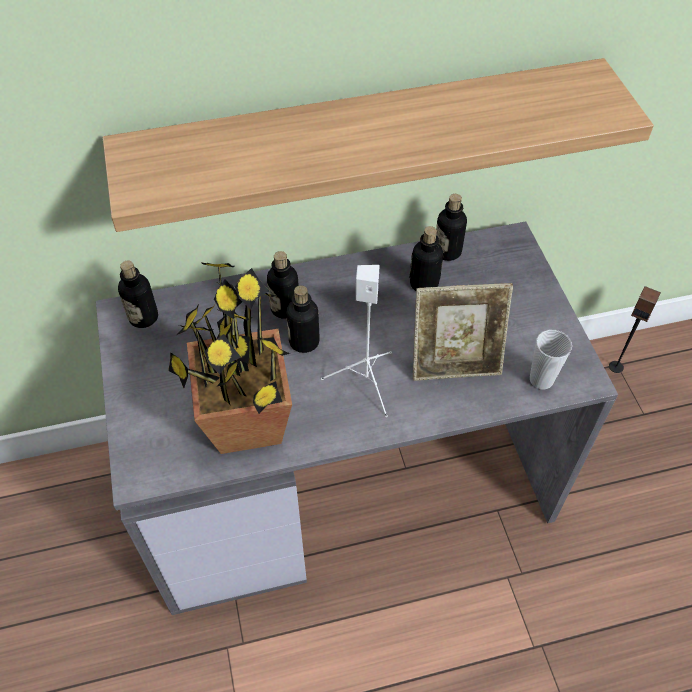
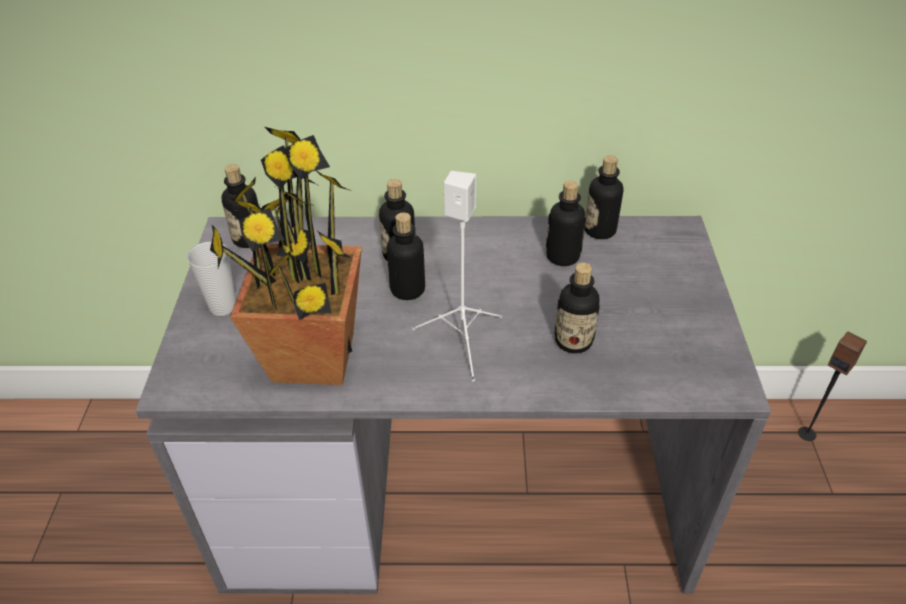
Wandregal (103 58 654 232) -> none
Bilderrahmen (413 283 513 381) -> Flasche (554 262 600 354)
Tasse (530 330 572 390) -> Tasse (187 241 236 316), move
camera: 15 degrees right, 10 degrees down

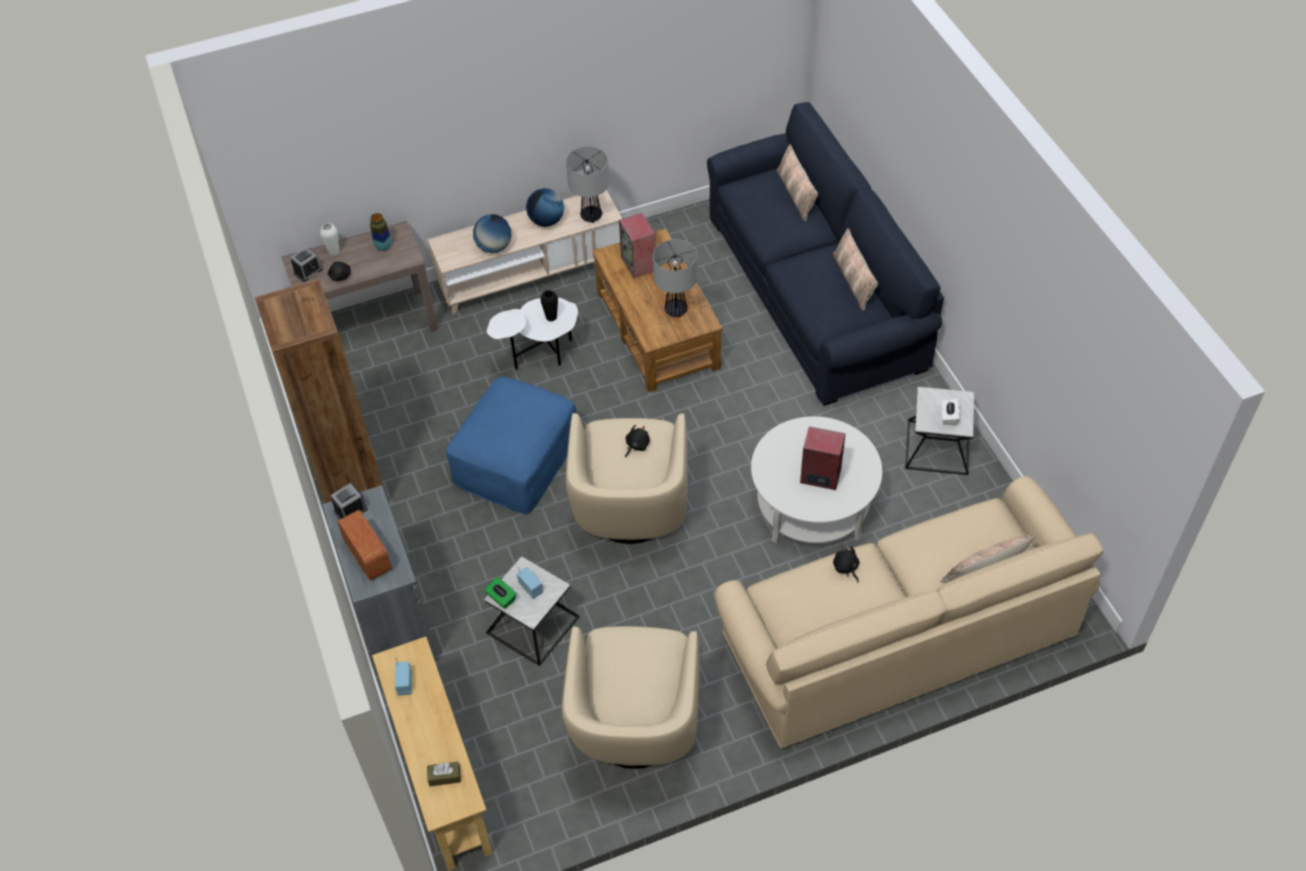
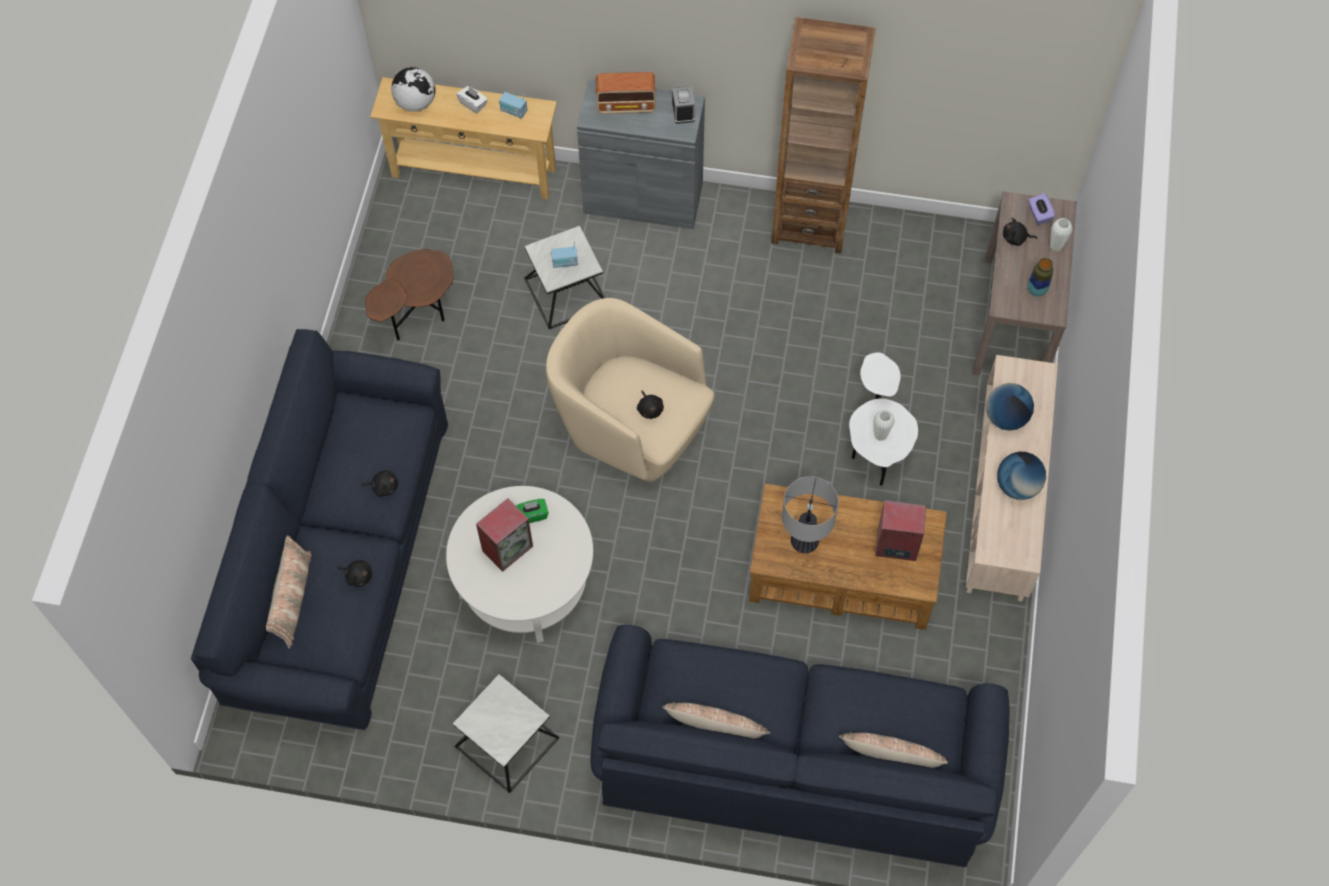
Wecker (290 247 323 282) -> Taschentuchbox/lila (1029 193 1055 225)
Taschentuchbox/braun (427 761 461 786) -> Globus (391 67 435 112)
Polsterhocker/blau (446 377 576 514) -> none
Taschentuchbox/grün (485 577 516 609) -> Taschentuchbox/grün (516 499 549 523), move
Vase/schwarz (541 290 558 322) -> Vase/weiß (874 410 895 441)
Sessel/beige (562 626 700 769) -> Beistelltisch/braun (365 249 454 340)
Tischlampe (566 146 609 223) -> none
Sofa/beige (714 476 1104 748) -> Sofa/blau (191 329 448 730)
Taschentuchbox/weiß (942 398 960 426) -> Taschentuchbox/weiß (456 86 488 114), move
none -> Plüschtier/schwarz (337 560 372 587)
camera: 120 degrees right, 10 degrees up

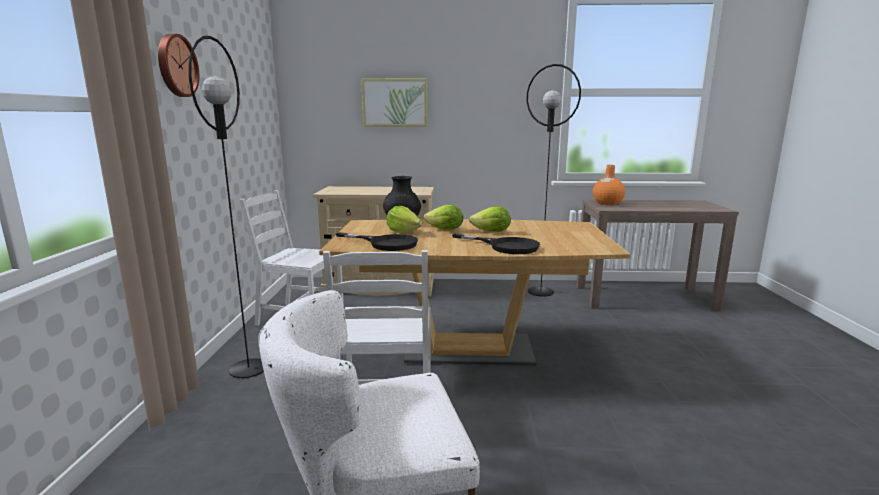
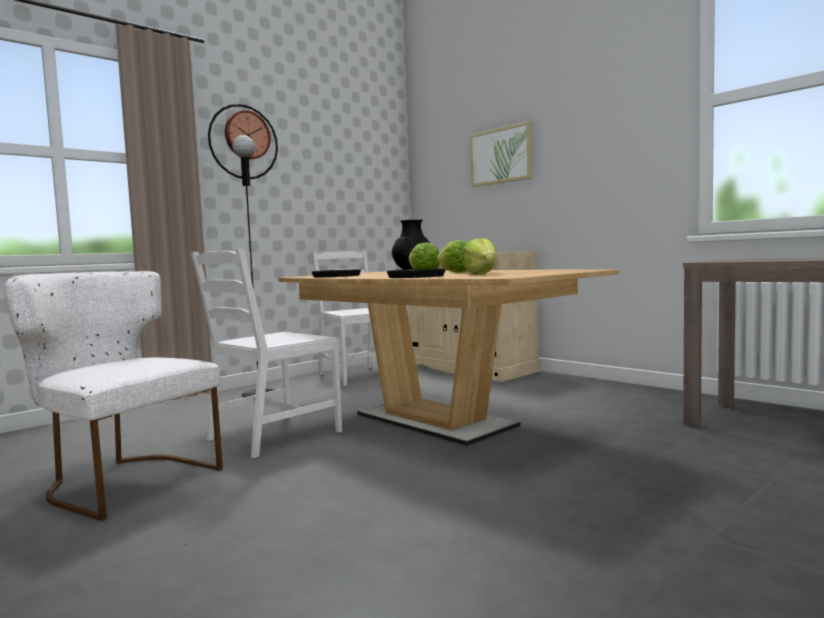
Salatkopf (387 206 422 234) -> Salatkopf (463 238 497 275), move
Stehlampe/schwarz (526 64 581 297) -> none
Vase/orange (593 165 626 205) -> none
camera: 45 degrees right, 10 degrees down

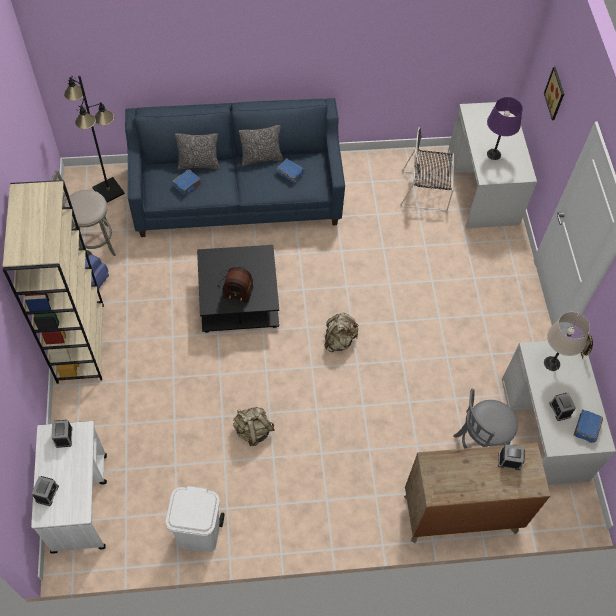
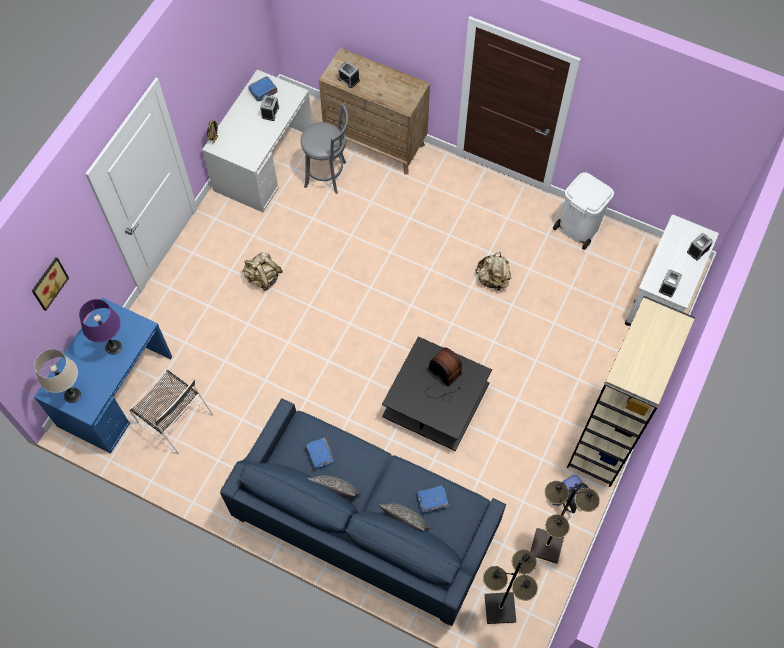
Hocker/grau (51 170 116 256) -> Stehlampe/schwarz (531 481 600 564)
Rucksack/beige (324 313 359 352) -> Rucksack/beige (243 252 282 291), move
Schreibtisch/weiß (448 102 537 228) -> Schreibtisch/blau (34 298 172 454)
Tischlampe/beige (544 312 590 371) -> Tischlampe/beige (34 349 81 403), move
camera: 145 degrees left, 5 degrees up

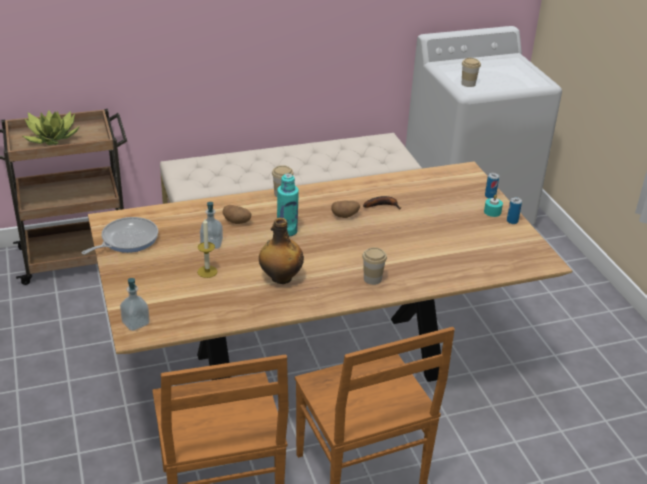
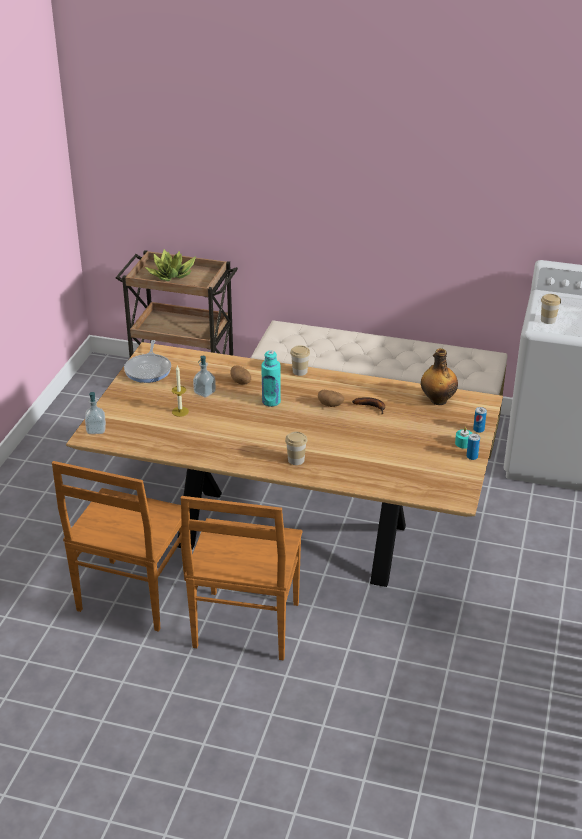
Pfanne (81 217 158 254) -> Pfanne (124 340 171 383), 105 degrees clockwise
Flasche (259 218 304 284) -> Flasche (421 348 458 405), move
camera: 35 degrees right, 0 degrees up

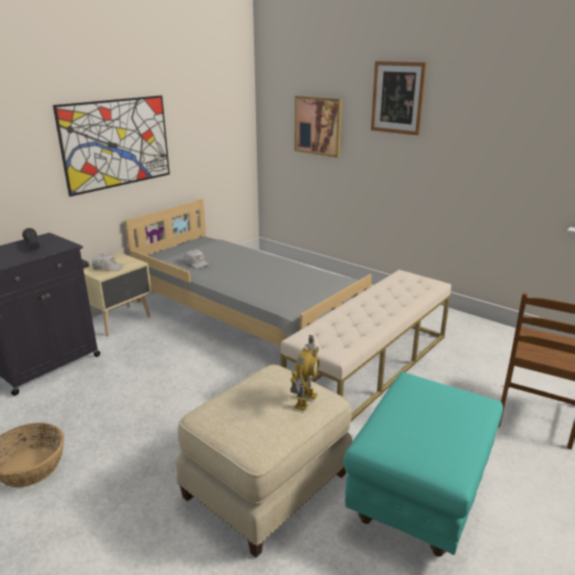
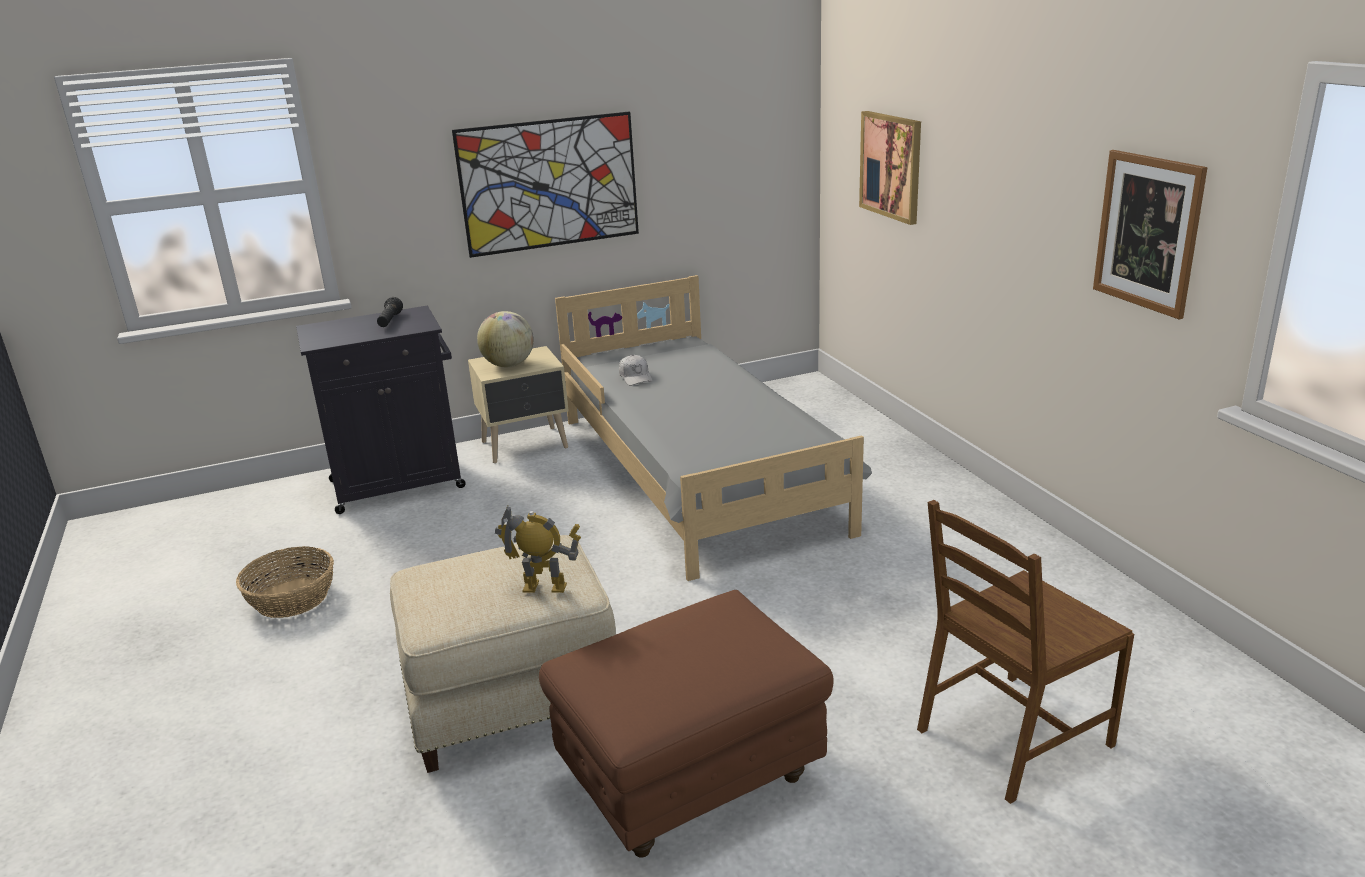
Kappe/weiß (92 253 124 271) -> Globus (477 311 534 367)
Bank/beige (280 270 451 421) -> none
Spielzeugroboter (290 335 320 410) -> Spielzeugroboter (495 506 581 593), 135 degrees counterclockwise
Polsterhocker/türkis (344 372 503 557) -> Polsterhocker/braun (539 590 834 858)
Bild (371 61 427 135) -> Bild (1093 150 1208 320), move
camera: 30 degrees right, 0 degrees up

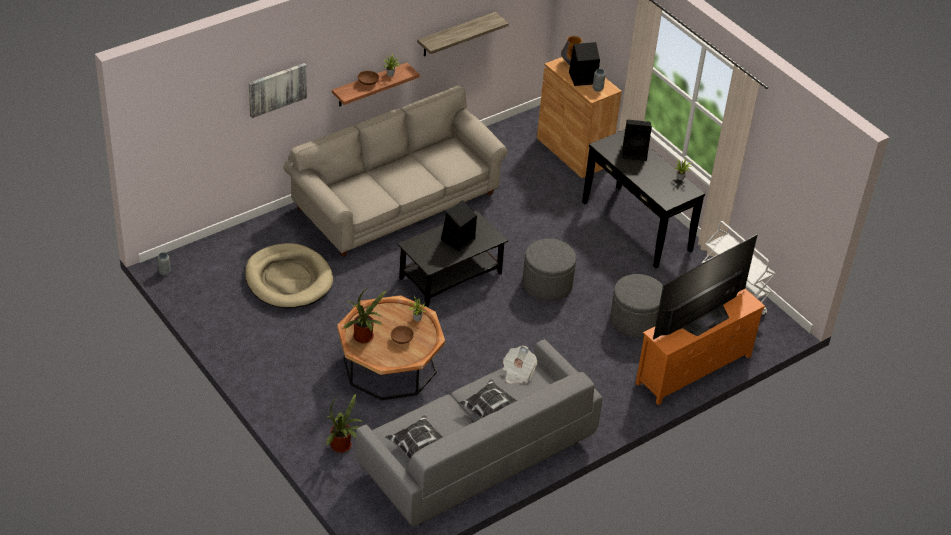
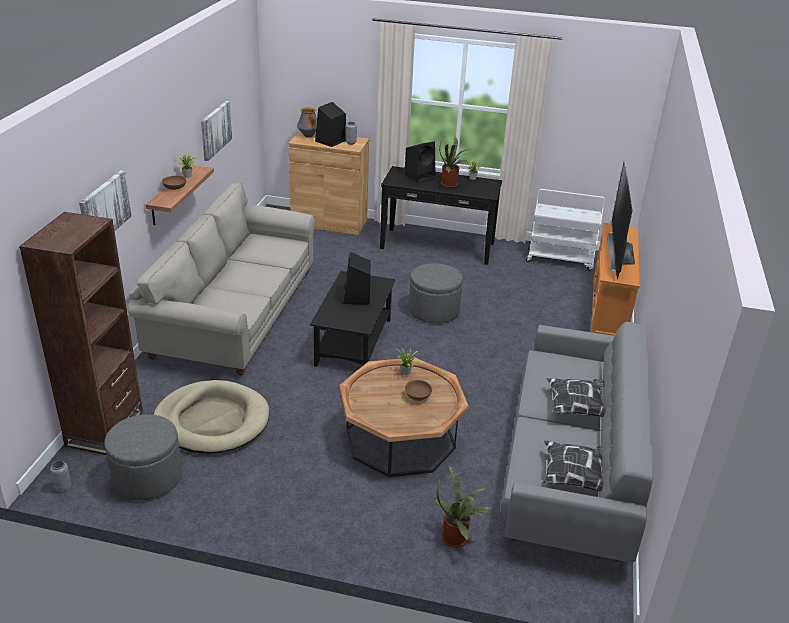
Topfpflanze (343 288 387 343) -> Topfpflanze (439 136 473 188), move
Wandregal (417 12 509 56) -> Bild (201 101 232 161)
Zeitung (503 346 537 383) -> none
Polsterhocker/grau (610 274 663 338) -> Polsterhocker/grau (104 414 182 501), move
none -> Bücherregal/braun (19 212 143 455)
camera: 40 degrees left, 10 degrees down

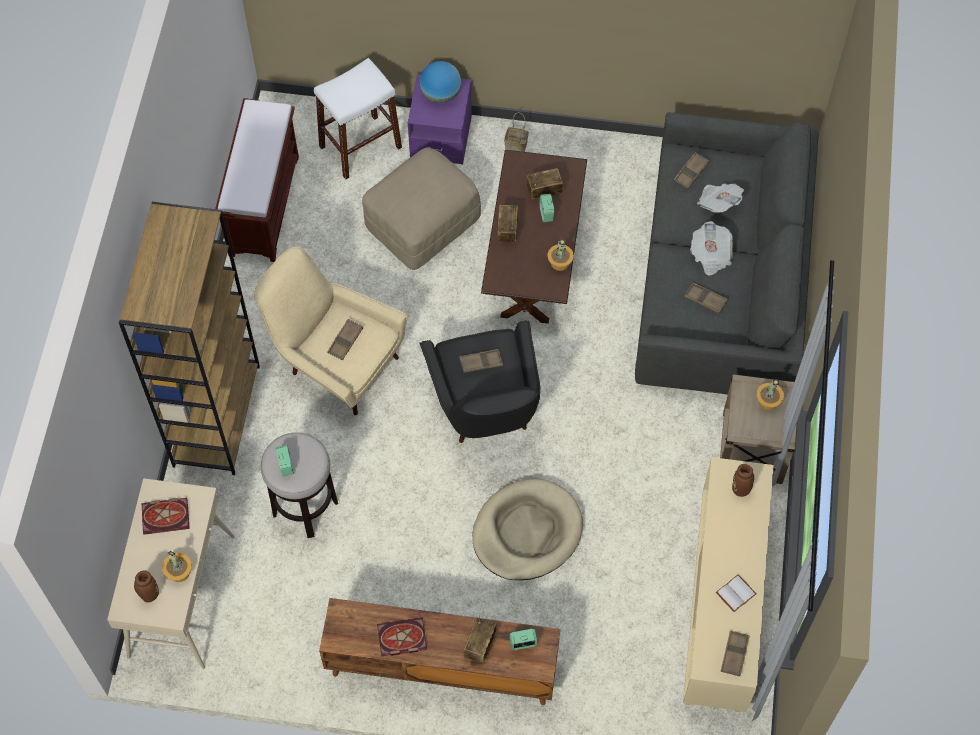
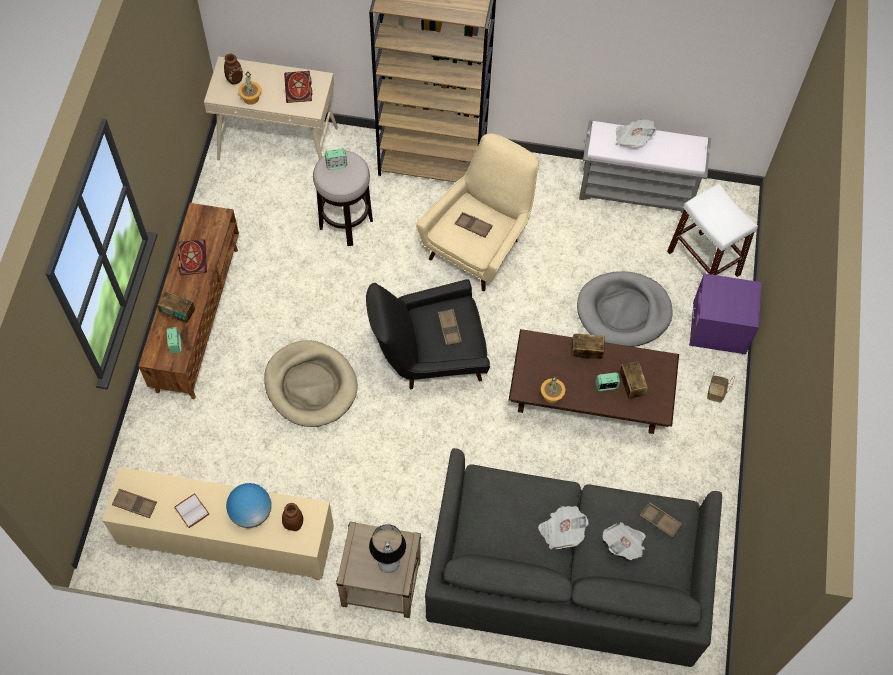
Bank/braun (215 98 299 262) -> Bank/grau (579 120 711 213)
Polsterhocker/beige (362 147 481 270) -> Hundebett/grau (577 271 673 347)
Globus (420 61 461 103) -> Globus (226 483 271 528), move
Tablett/braun (684 283 728 314) -> none
Topfpflanze (756 379 784 410) -> Tischlampe (369 524 406 573)
none -> Zeitung (616 119 656 147)
camera: 90 degrees right, 0 degrees up

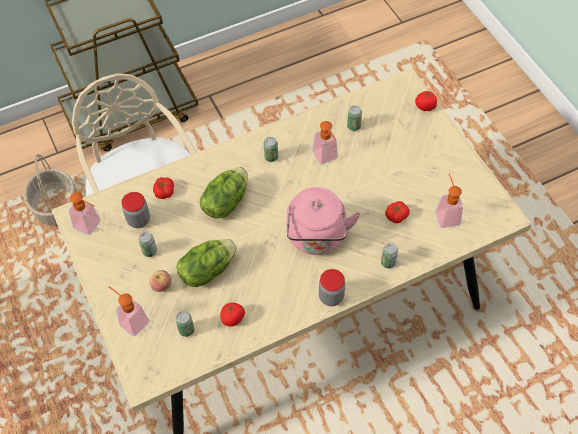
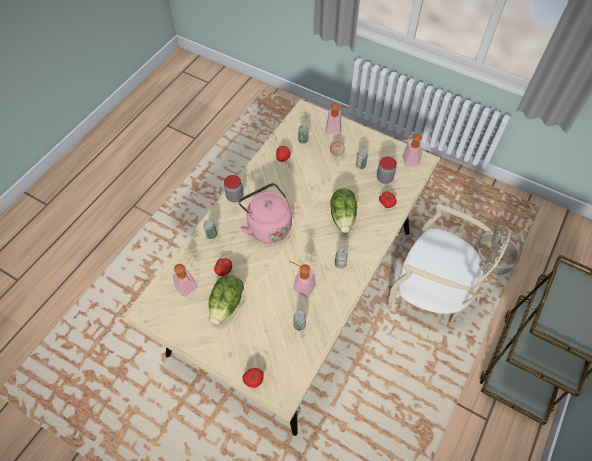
Salatkopf (176 239 237 287) -> Salatkopf (208 275 244 325), move
camera: 145 degrees right, 0 degrees up

